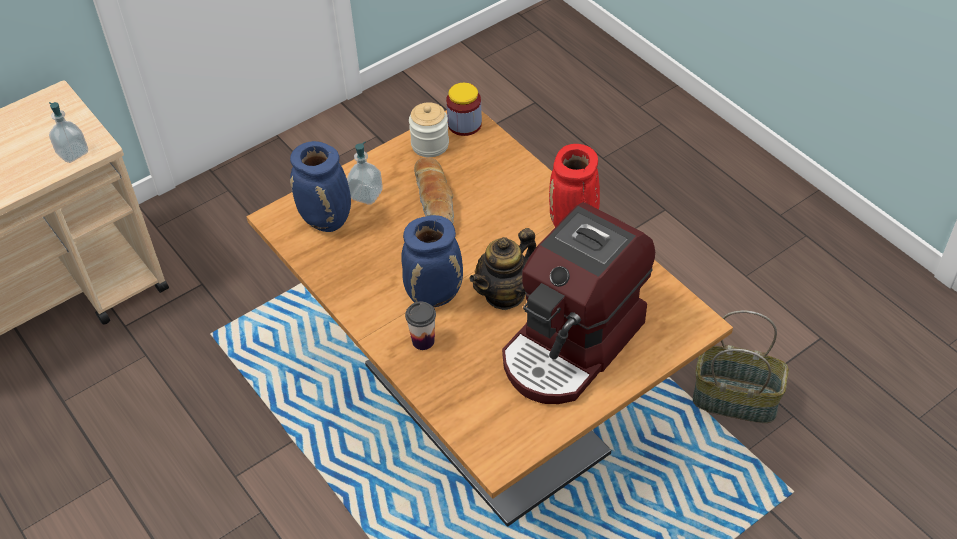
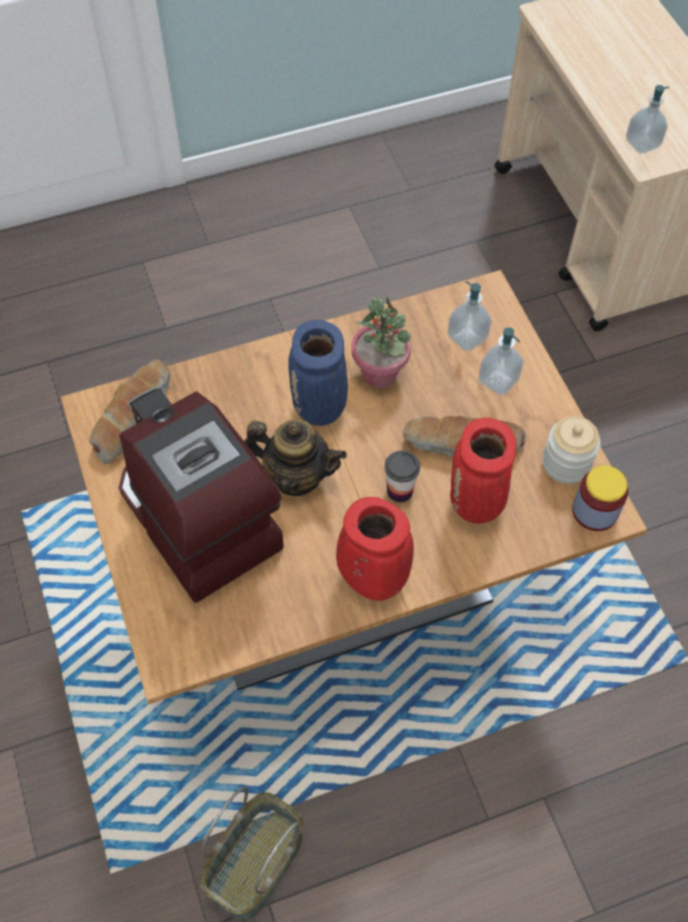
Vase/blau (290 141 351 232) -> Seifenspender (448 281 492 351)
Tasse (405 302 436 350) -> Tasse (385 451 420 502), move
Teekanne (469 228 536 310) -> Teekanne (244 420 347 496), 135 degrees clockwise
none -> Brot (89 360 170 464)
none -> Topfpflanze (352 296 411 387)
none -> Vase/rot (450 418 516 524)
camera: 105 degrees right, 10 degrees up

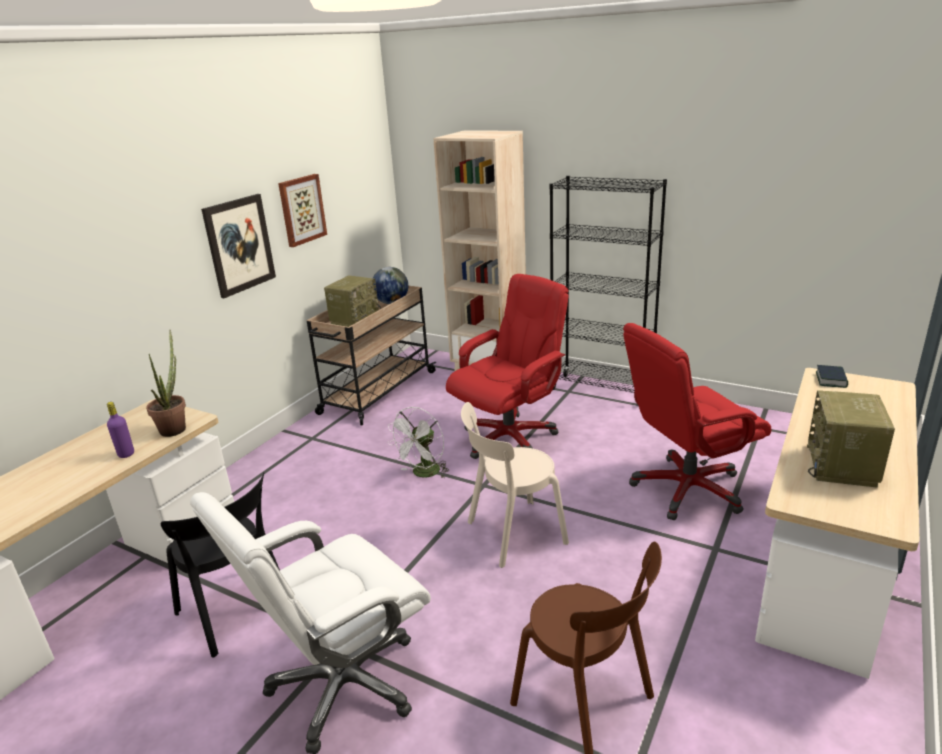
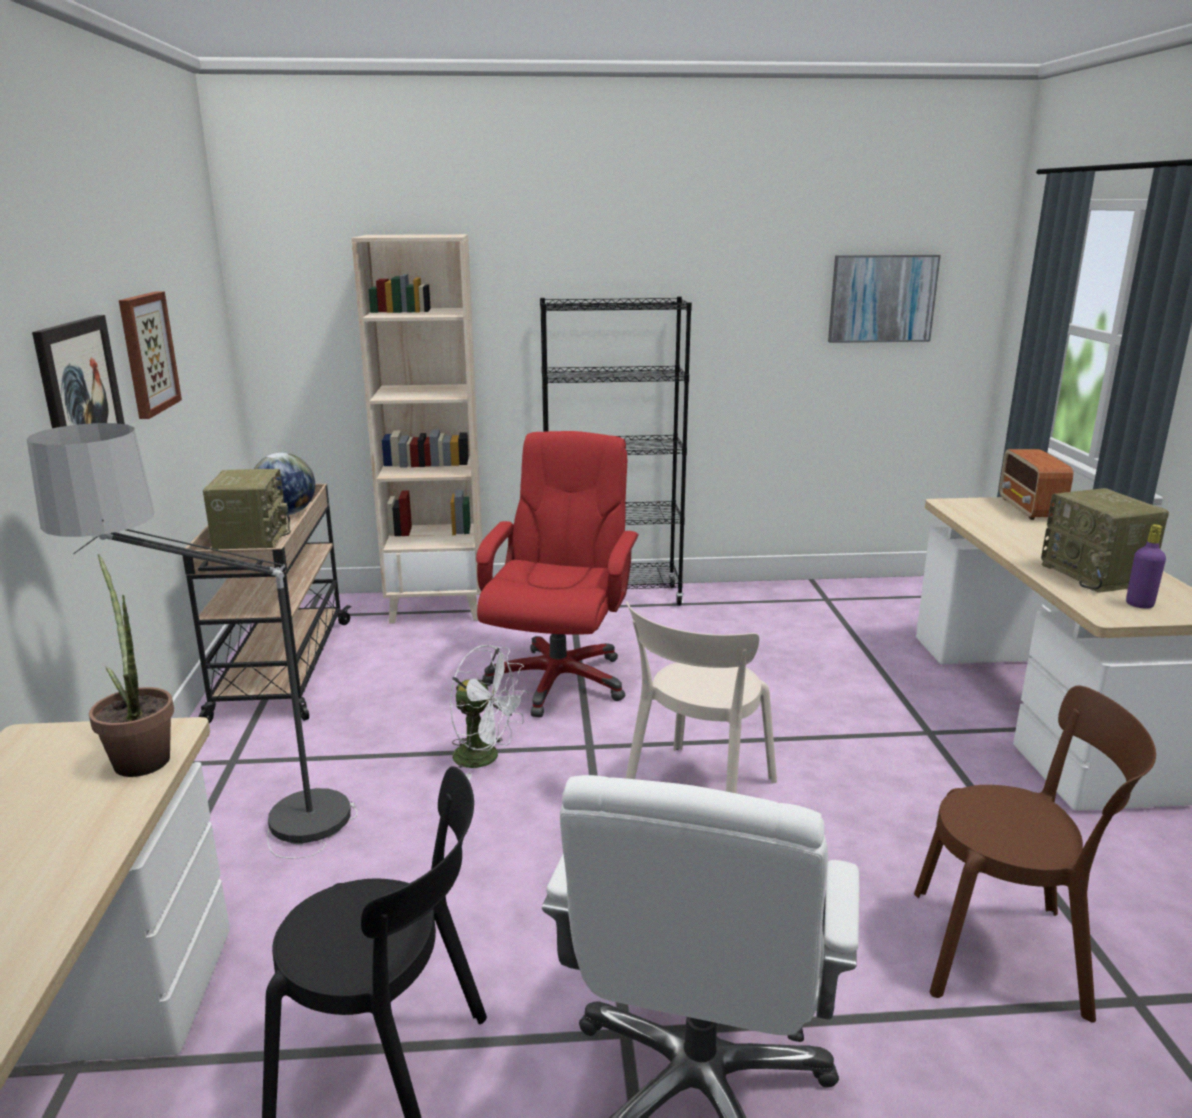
Flasche/lila (107 402 134 458) -> Flasche/lila (1126 524 1166 609), move
Ventilator/weiß (387 407 449 478) -> Ventilator/weiß (449 645 528 780), 60 degrees counterclockwise
Bürostuhl/rot (623 323 772 520) -> none
Buch (816 365 848 388) -> none
none -> Stehlampe (27 423 358 858)
none -> Bild (828 255 941 343)
none -> Radio (999 449 1073 520)
camera: 35 degrees left, 5 degrees down

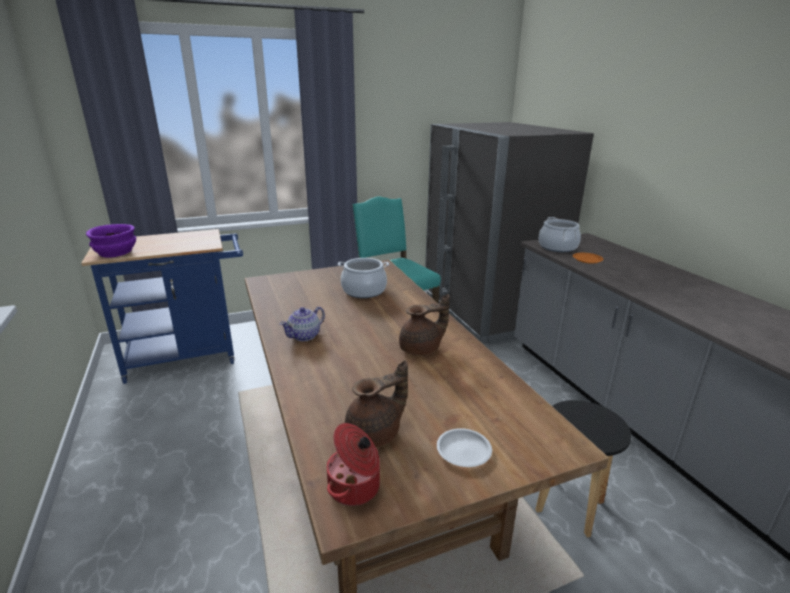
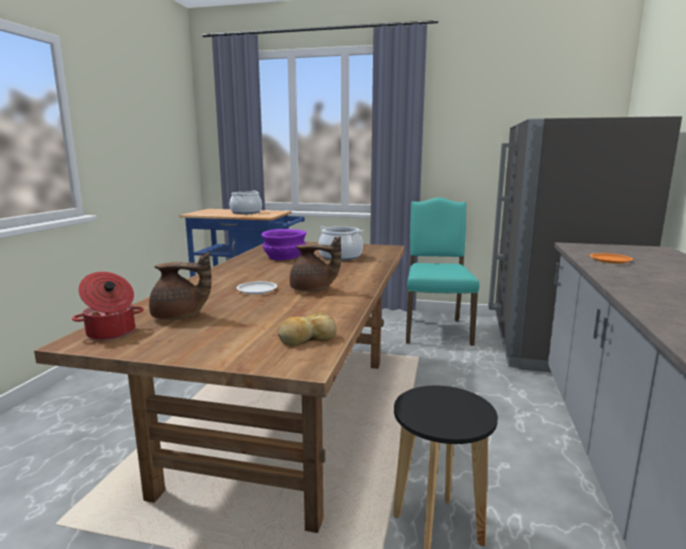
Schüssel/lila (86 224 136 258) -> Schüssel/lila (261 229 306 260), move
Teekanne (280 307 325 341) -> none
Teller/weiß (437 428 492 467) -> Teller/weiß (236 281 277 294), move
Kochtopf (539 217 581 252) -> Kochtopf (230 191 262 214), move
none -> Brot (278 312 337 346)
camera: 35 degrees right, 10 degrees down

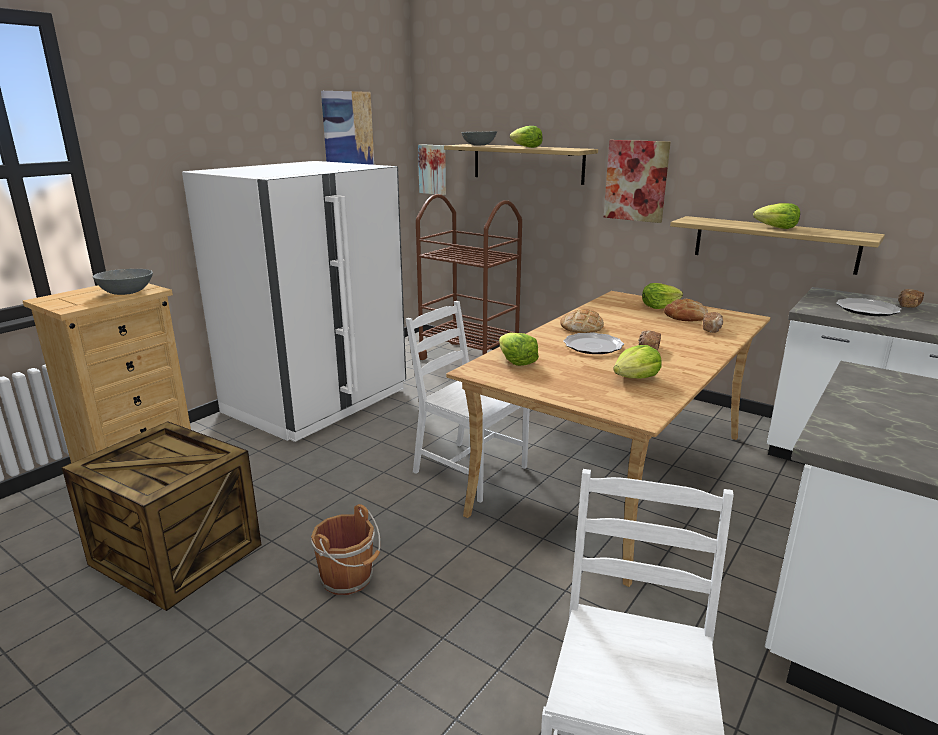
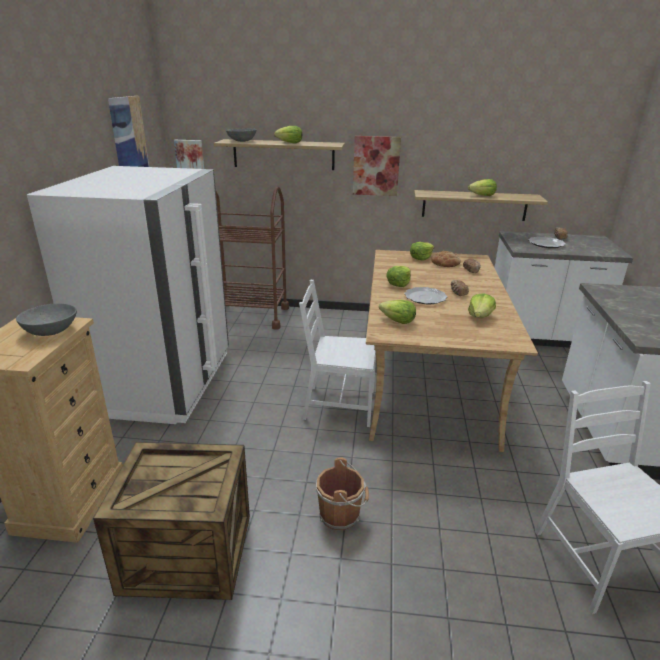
Brot (560 309 604 333) -> Salatkopf (386 266 411 287)
camera: 30 degrees left, 5 degrees up

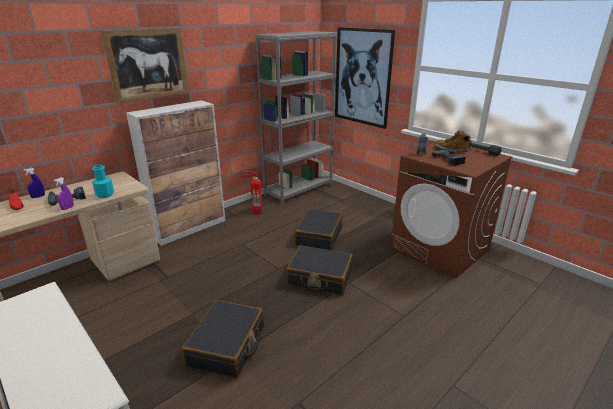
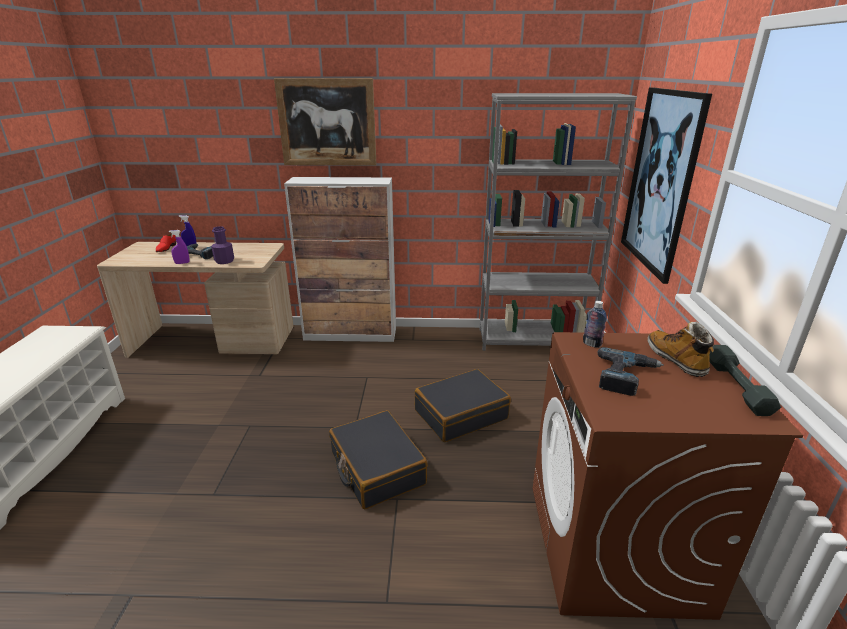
Flasche/türkis (92 164 114 198) -> Flasche/lila (211 226 234 264)
Koffer/schwarz (182 300 264 378) -> none
Feuerlöscher (244 171 262 214) -> none
camera: 45 degrees right, 0 degrees up

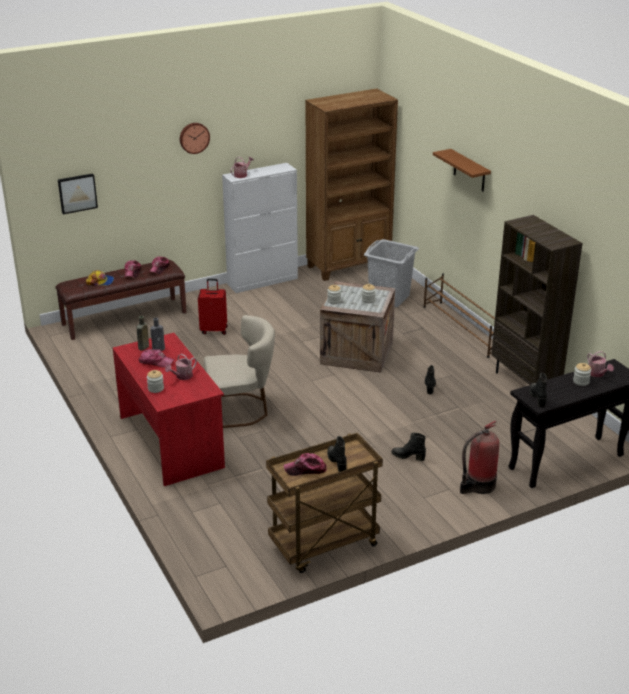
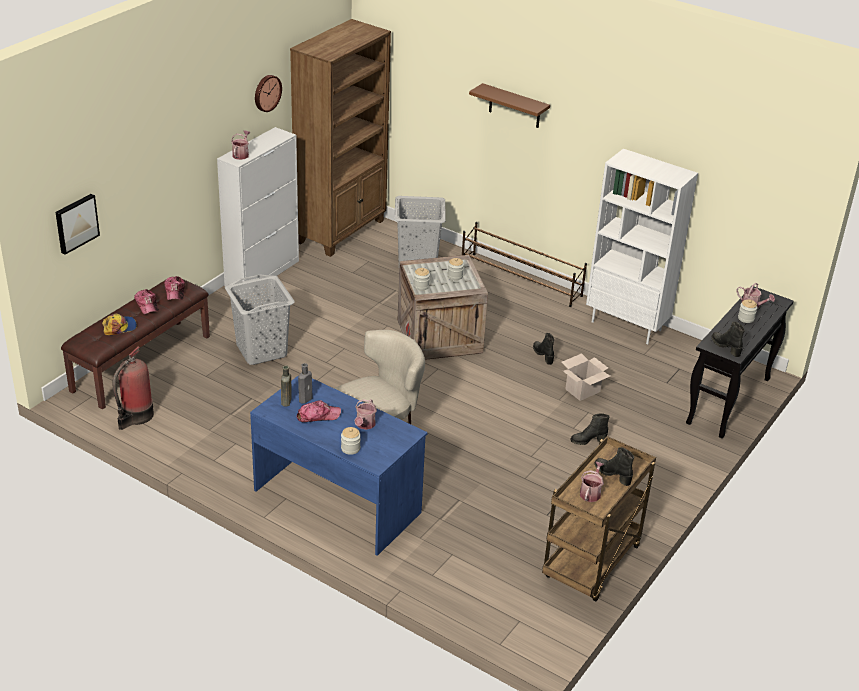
Schreibtisch/rot (113 333 225 486) -> Schreibtisch/blau (250 375 428 556)
Wanduhr (180 123 210 154) -> Wanduhr (255 75 282 112), move
Koffer/rot (198 279 228 335) -> Wäschekorb/grau (225 274 295 365)
Kappe (284 453 327 476) -> Gießkanne (580 462 604 502)
Feuerlöscher (460 421 499 494) -> Feuerlöscher (112 347 154 430), move
Bücherregal/braun (491 215 582 385) -> Bücherregal/weiß (586 149 698 344)
none -> Karton (562 353 610 401)
camera: 30 degrees left, 5 degrees up

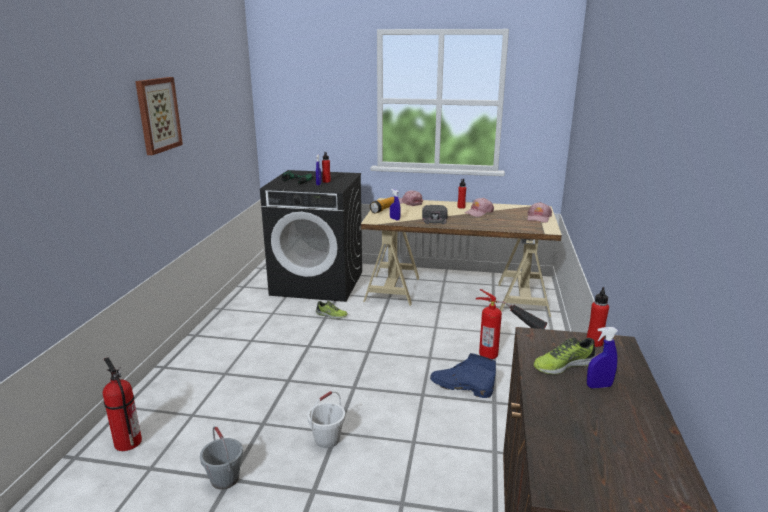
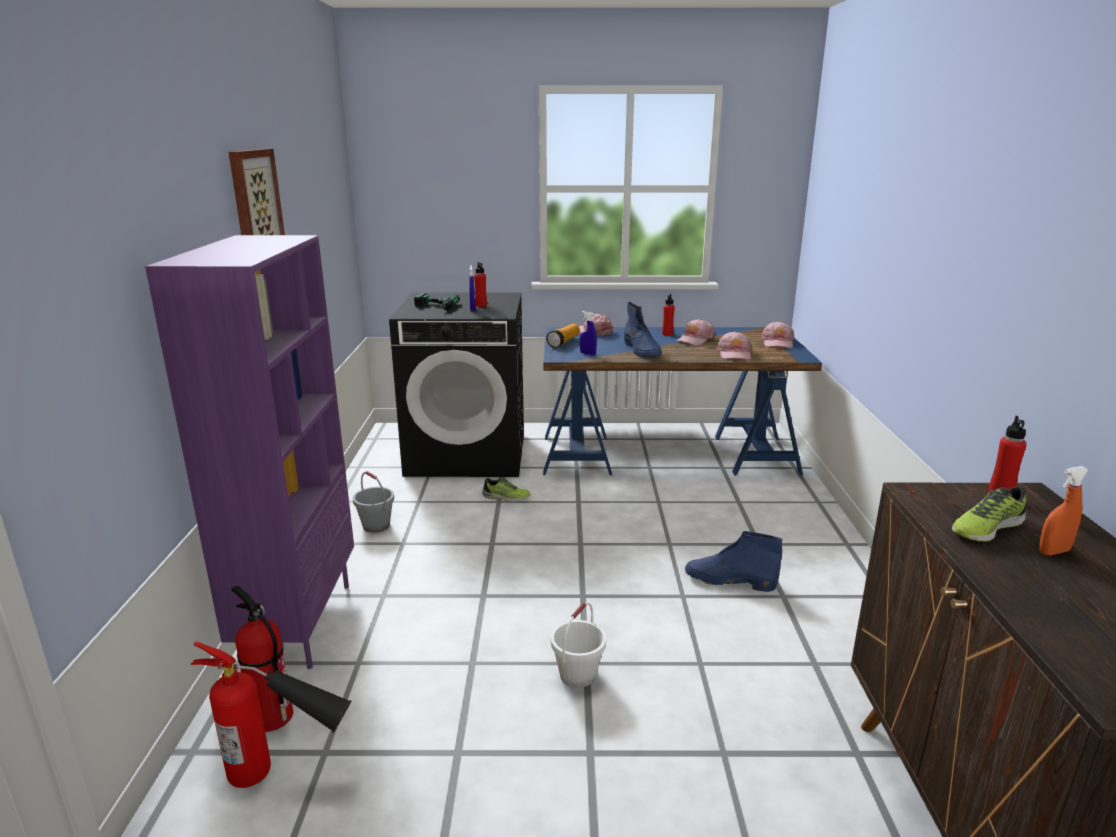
Eimer/grau (200 426 243 490) -> Eimer/grau (353 471 394 533), move
Schreibtisch/beige (361 198 562 317) -> Schreibtisch/blau (543 327 822 476)
Kappe/schwarz (422 205 448 224) -> Stiefel/blau (624 302 662 357)
Feuerlöscher (476 289 547 359) -> Feuerlöscher (191 641 352 788), move
Sprühflasche/blau (587 327 618 389) -> Sprühflasche/orange (1039 466 1089 555)
none -> Bücherregal/lila (145 235 354 669)
none -> Kappe/rosa (717 331 752 360)
camera: 10 degrees left, 0 degrees up

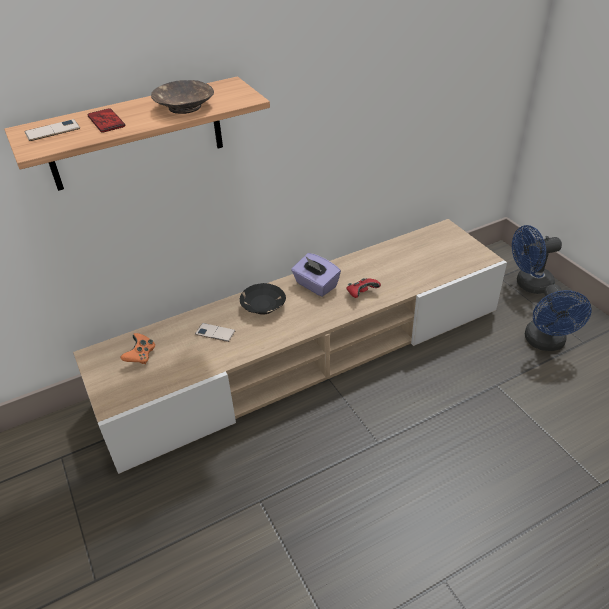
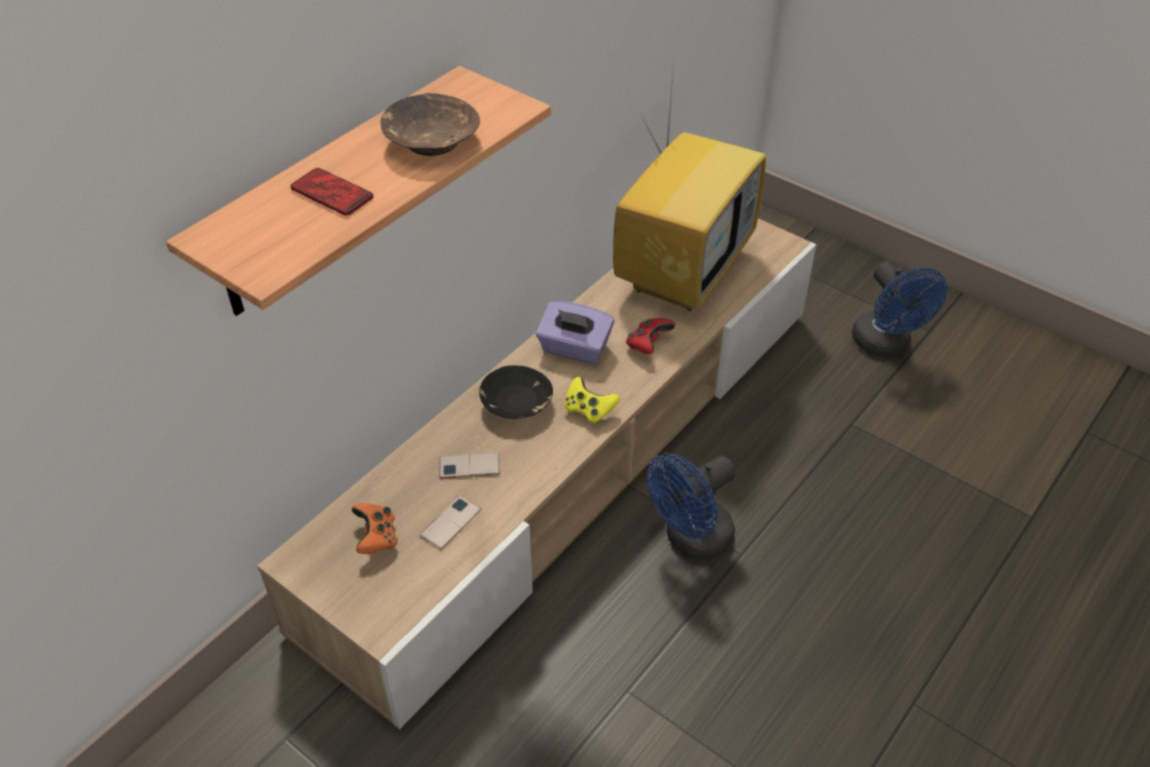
Handy (24 119 80 141) -> Handy (420 496 481 550), move
Ventilator/blau (512 225 562 294) -> Ventilator/blau (647 453 736 560), move
none -> Gamepad/gelb (564 377 620 424)
none -> Fernseher (613 61 766 311)
camera: 25 degrees left, 5 degrees up

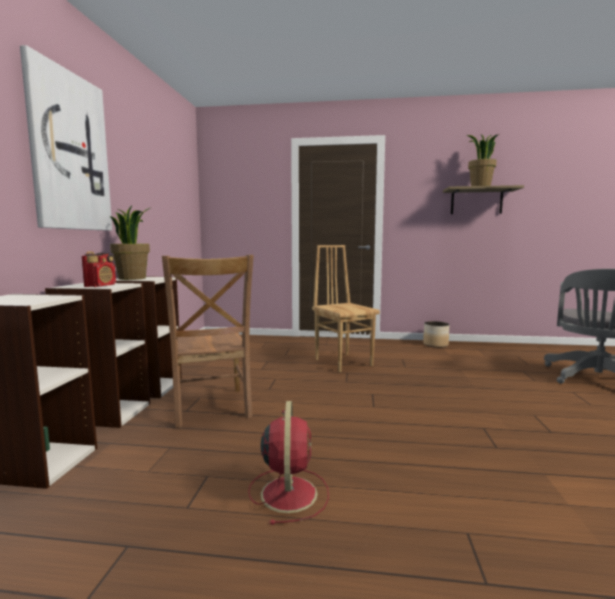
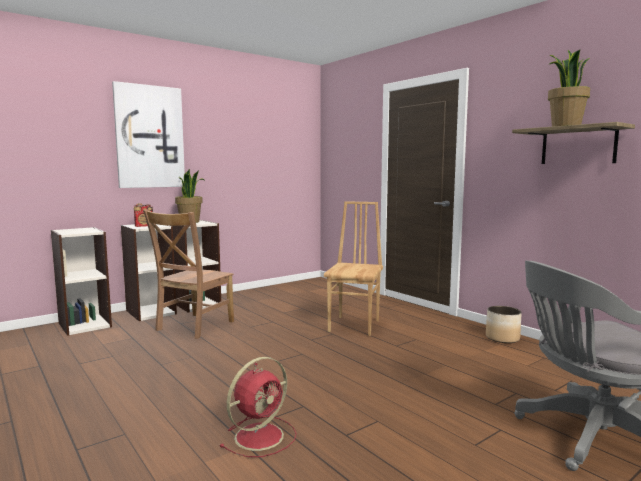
Ventilator/rot (248 401 329 525) -> Ventilator/rot (220 357 297 457), move
camera: 45 degrees right, 0 degrees up

